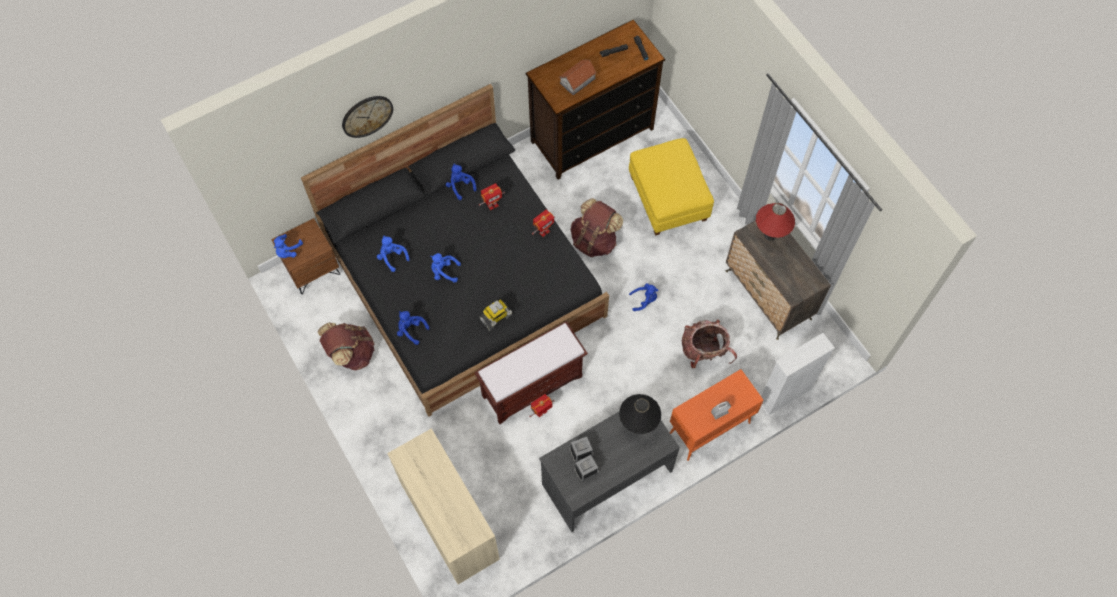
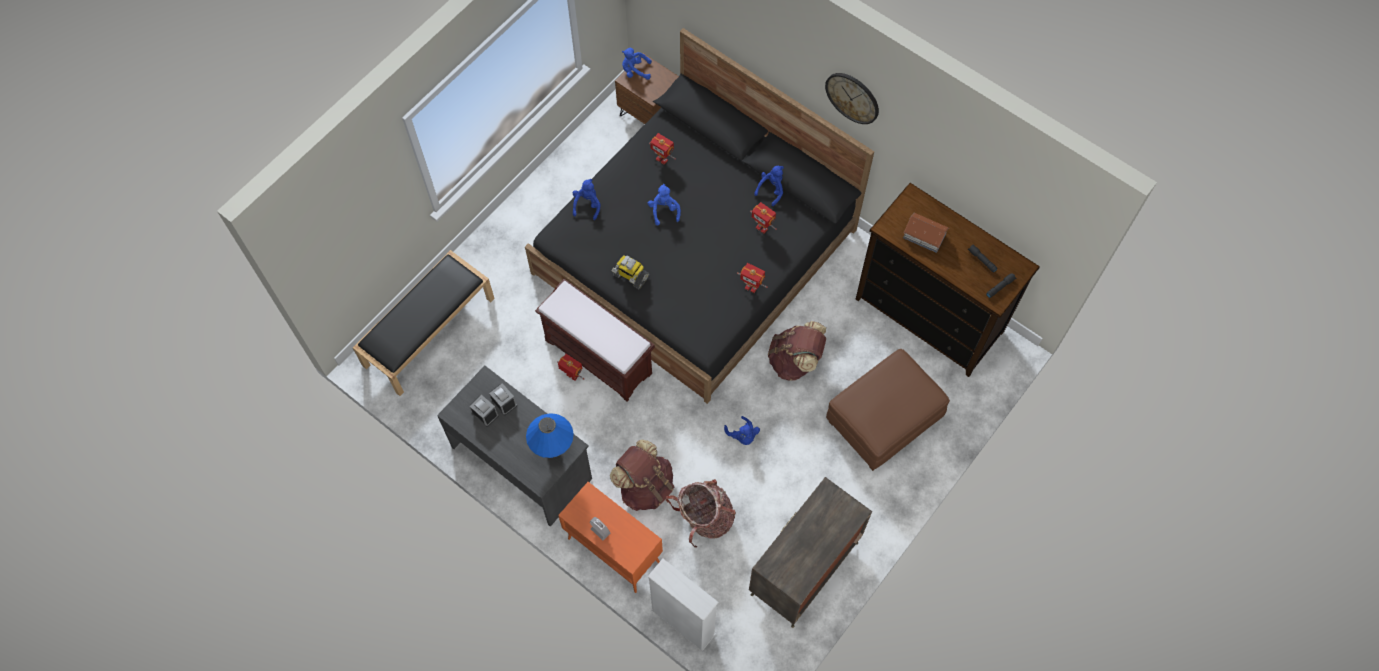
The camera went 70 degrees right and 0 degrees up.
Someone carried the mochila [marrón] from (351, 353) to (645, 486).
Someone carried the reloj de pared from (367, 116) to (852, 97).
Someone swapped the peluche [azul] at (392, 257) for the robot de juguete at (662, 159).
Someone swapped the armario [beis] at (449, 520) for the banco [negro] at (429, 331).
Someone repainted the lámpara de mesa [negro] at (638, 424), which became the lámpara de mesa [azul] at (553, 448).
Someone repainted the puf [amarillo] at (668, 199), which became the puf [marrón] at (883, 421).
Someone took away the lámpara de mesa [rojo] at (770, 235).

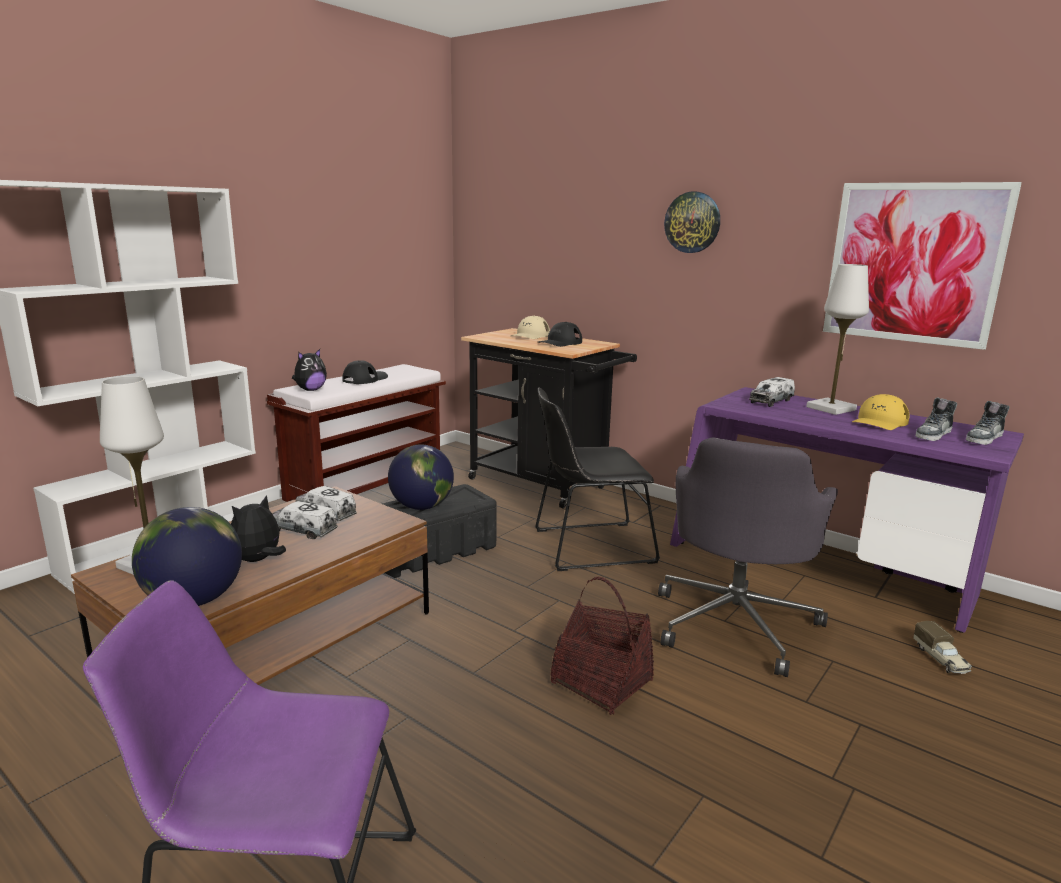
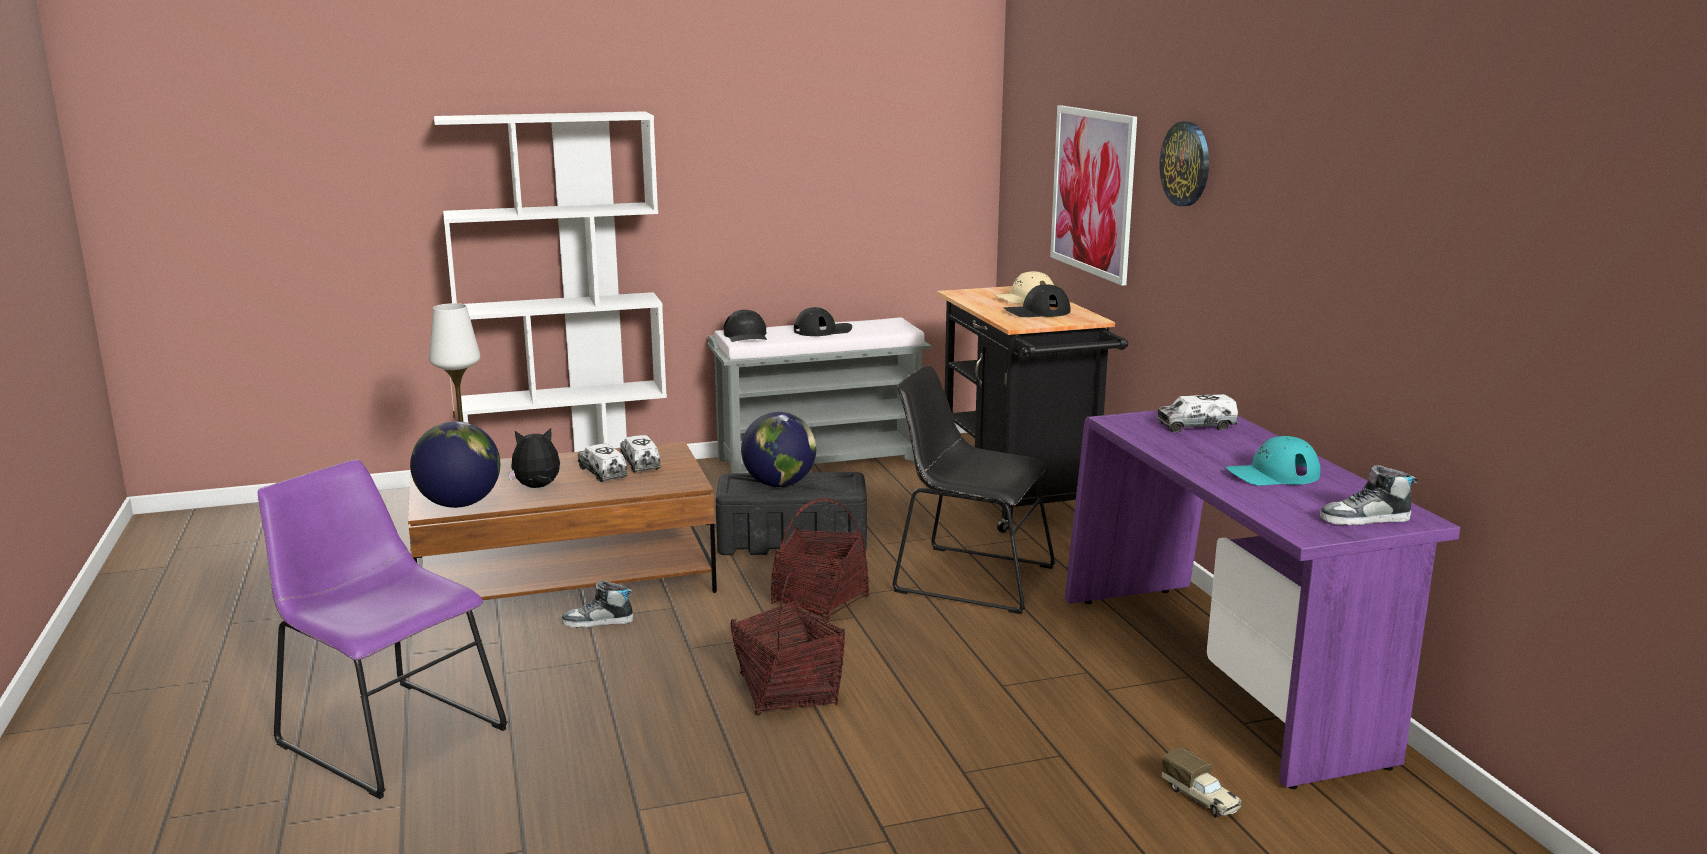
The camera went 35 degrees right and 0 degrees up.
Someone repainted the banco [marrón] at (367, 484), which became the banco [gris] at (820, 460).
Someone swapped the peluche at (310, 390) for the gorra [negro] at (746, 336).
Someone took away the silla de oficina [gris] at (735, 623).
Someone took away the lámpara de mesa [blanco] at (831, 408).
Someone carried the cuadro from (913, 263) to (1092, 192).
Someone repainted the gorra [amarillo] at (879, 422), which became the gorra [turquesa] at (1272, 474).
Someone rotated the camión de juguete at (941, 659) by 60 degrees counterclockwise.
Someone carried the zapato from (933, 435) to (598, 622).
Someone put down the cesta at (820, 600).

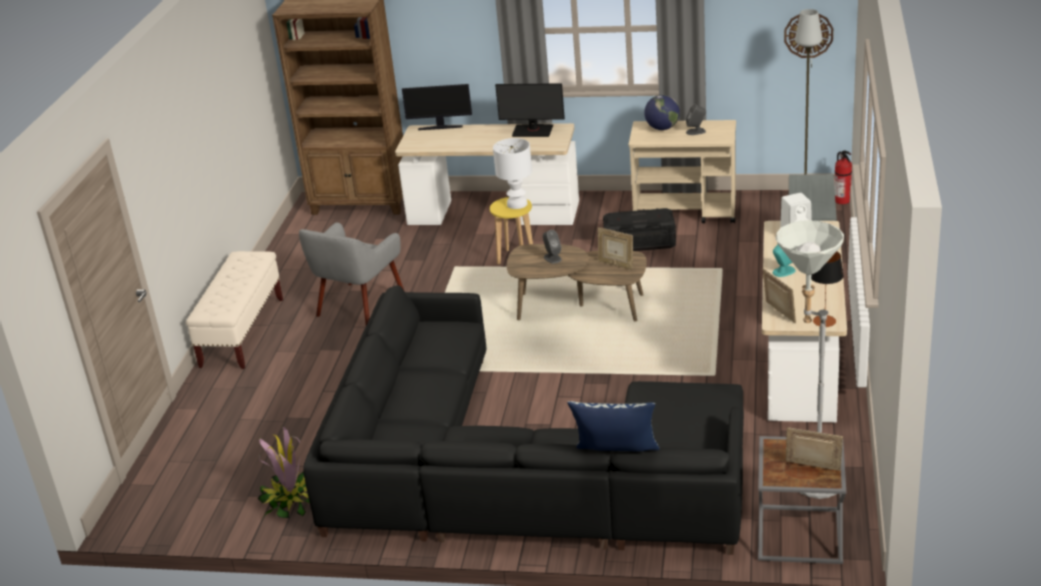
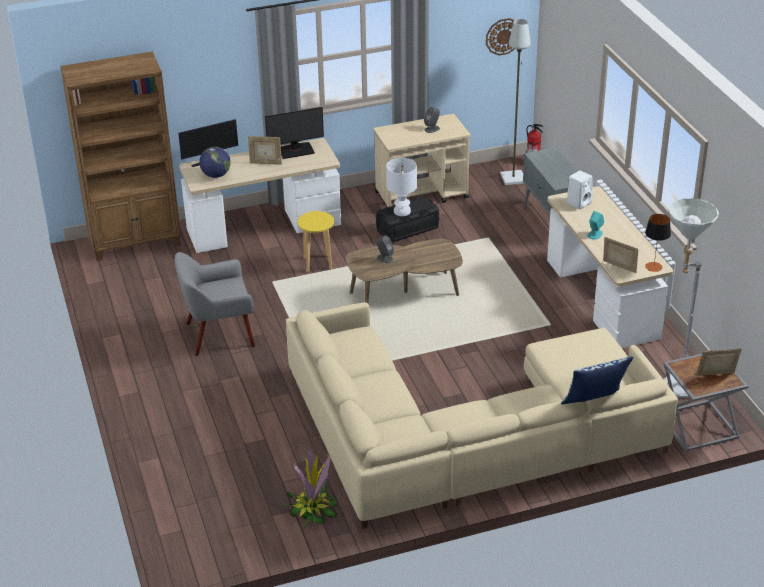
The camera went 30 degrees left and 5 degrees up.
Someone took away the banco [beis] at (242, 333).
Someone rotated the sillón [gris] at (359, 305) by 75 degrees clockwise.
Someone repainted the sofá [negro] at (514, 470), which became the sofá [beis] at (465, 436).
Someone carried the lámpara de mesa [blanco] from (516, 204) to (401, 211).
Someone carried the portarretratos from (616, 264) to (265, 163).
Someone carried the globo terráqueo from (662, 128) to (216, 175).

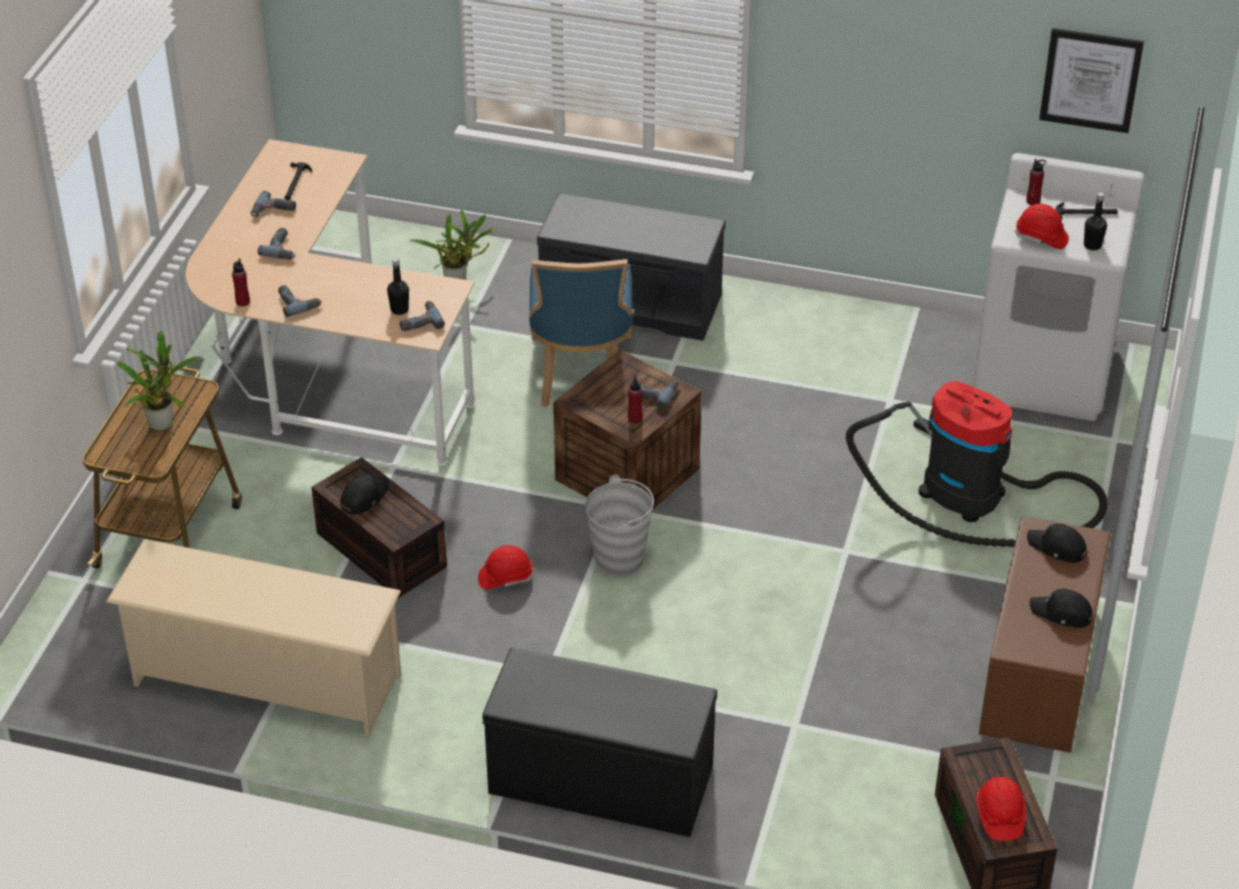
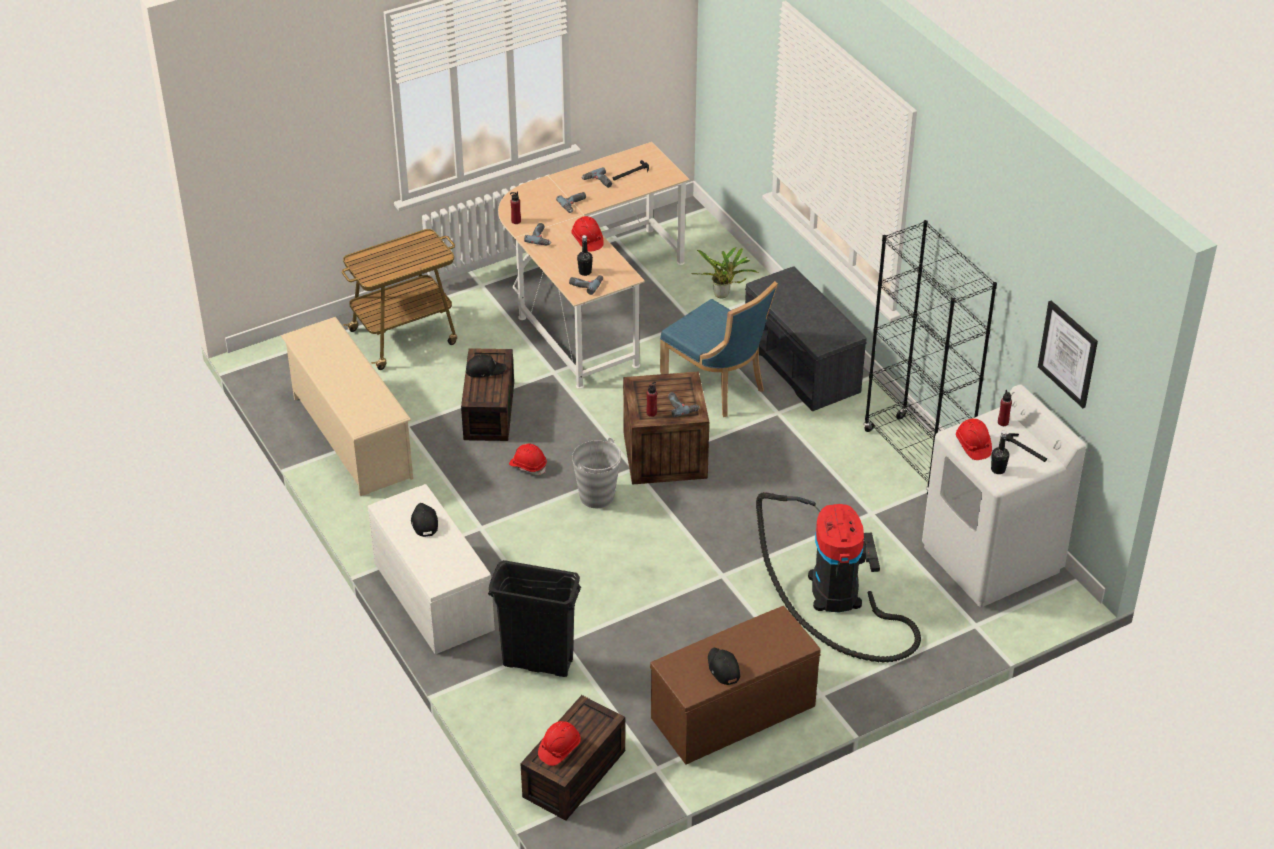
The camera went 45 degrees right and 0 degrees up.
Someone took away the planta en maceta at (162, 422).
Someone repainted the banco [negro] at (598, 781), which became the banco [blanco] at (431, 595).
Someone rotated the silla [azul] at (581, 374) by 90 degrees counterclockwise.
Someone carried the gorra [negro] from (1057, 548) to (424, 522).
Someone put down the papelera [negro] at (537, 663).
Someone put down the casco [rojo] at (587, 240).
Someone put down the estantería [negro] at (916, 456).

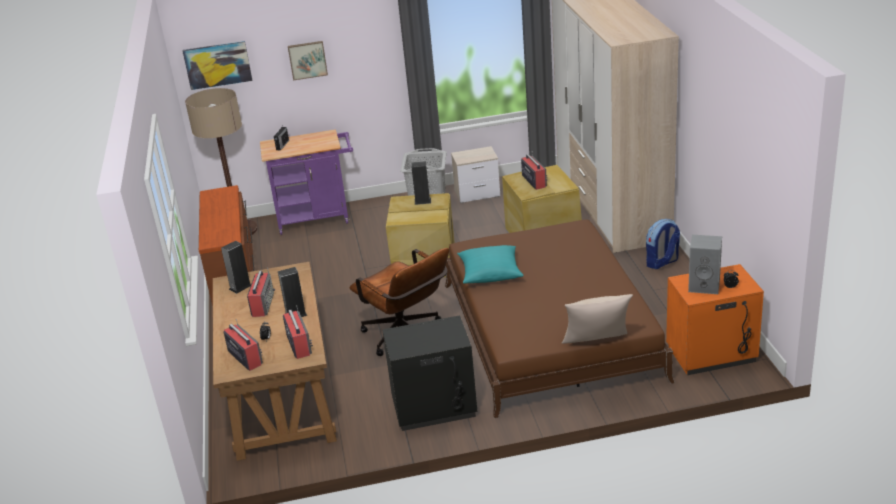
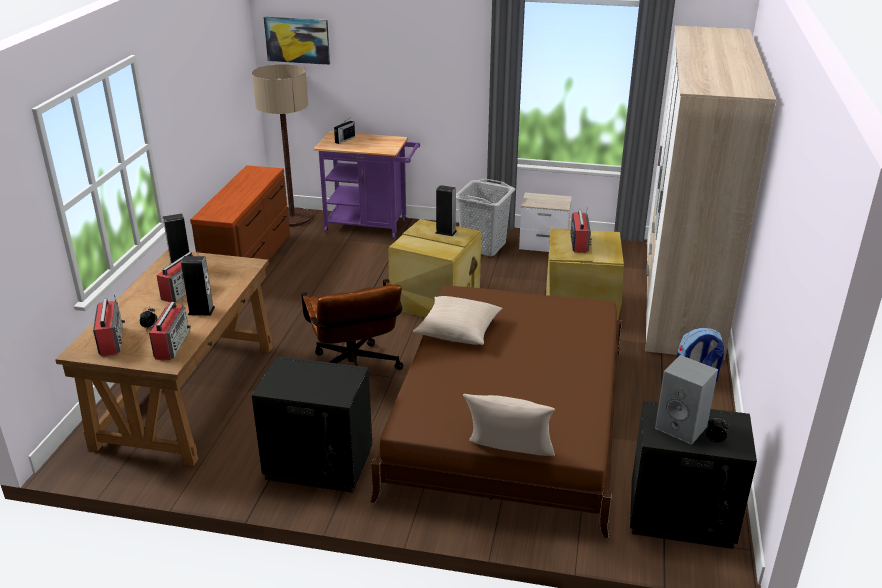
The camera went 20 degrees right and 0 degrees up.
Someone took away the cuadro at (307, 60).
Someone repainted the cojín [turquesa] at (490, 273), which became the cojín [beis] at (458, 331).
Someone repainted the mesita de noche [naranja] at (711, 354), which became the mesita de noche [negro] at (681, 517).

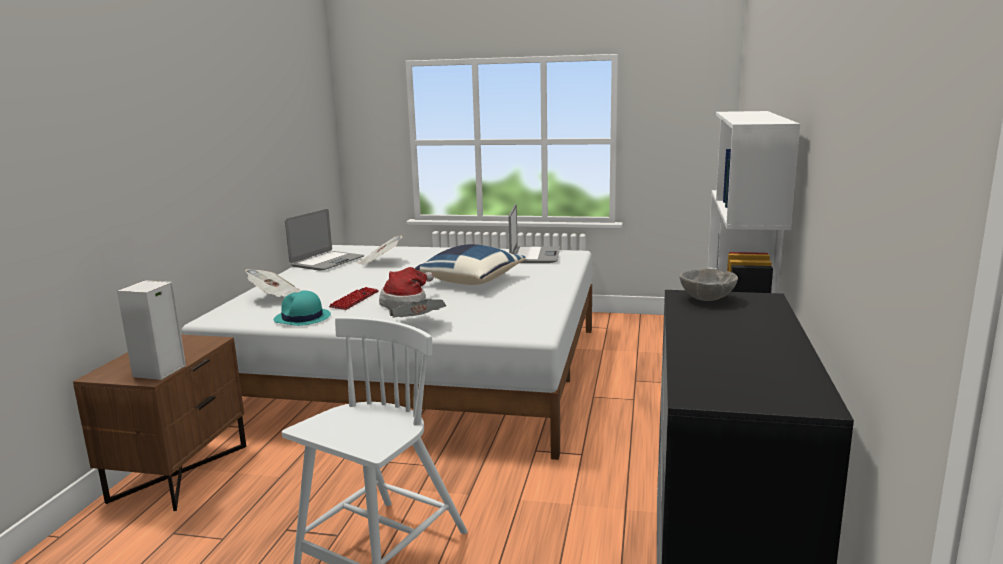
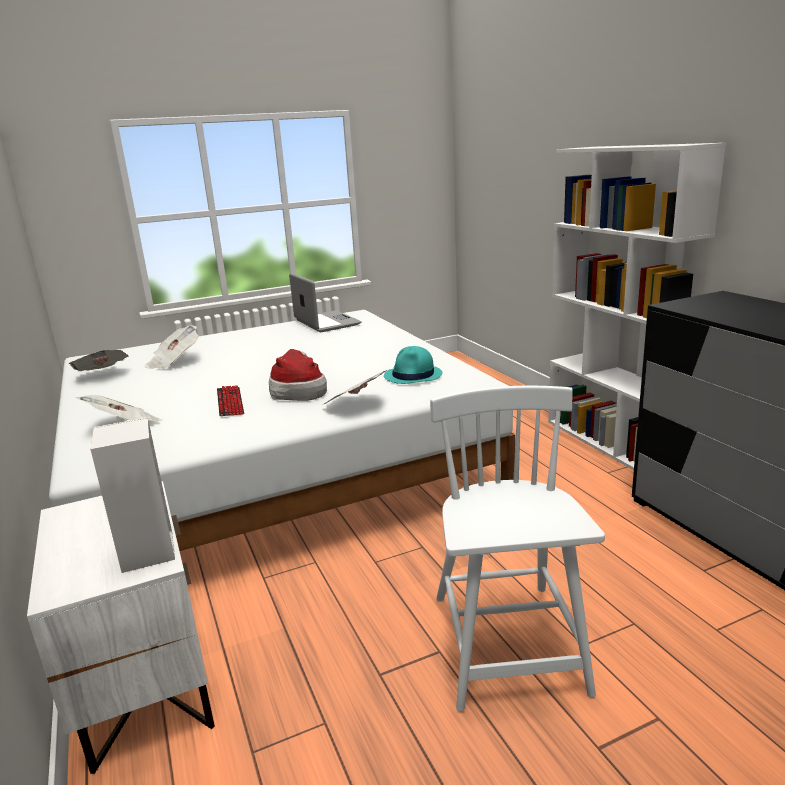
The camera went 35 degrees left and 5 degrees up.
Someone repainted the mesita de noche [marrón] at (179, 472), which became the mesita de noche [blanco] at (144, 684).
Someone carried the sombrero [turquesa] from (302, 318) to (413, 375).
Someone swapped the portátil at (327, 262) for the periódico at (103, 375).
Someone took away the cojín [azul] at (471, 281).
Someone took away the cuenco [gris] at (707, 299).

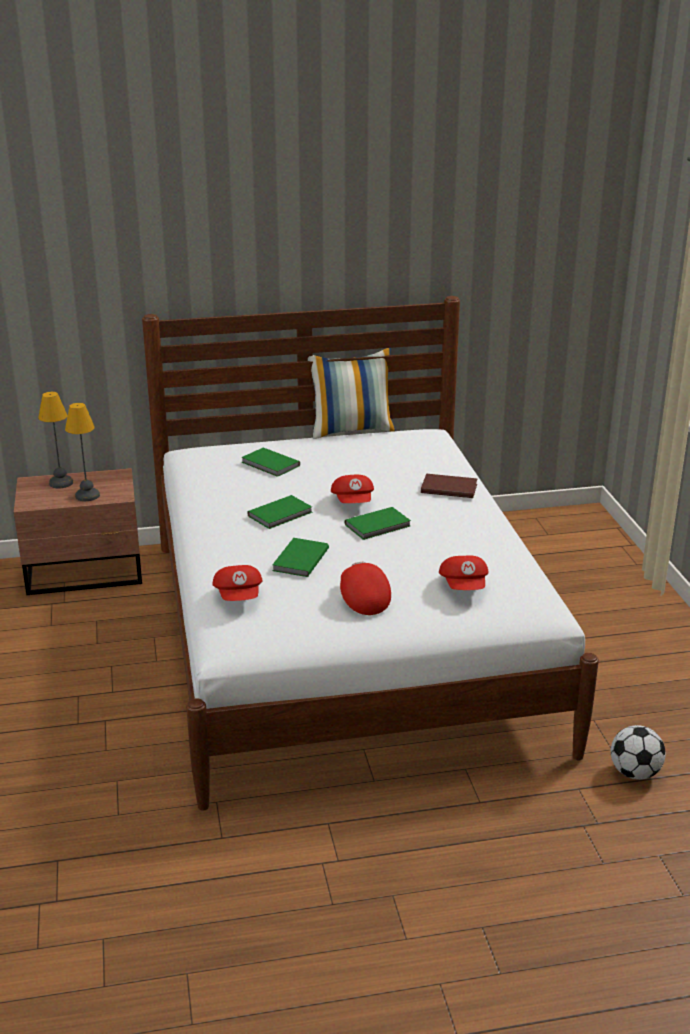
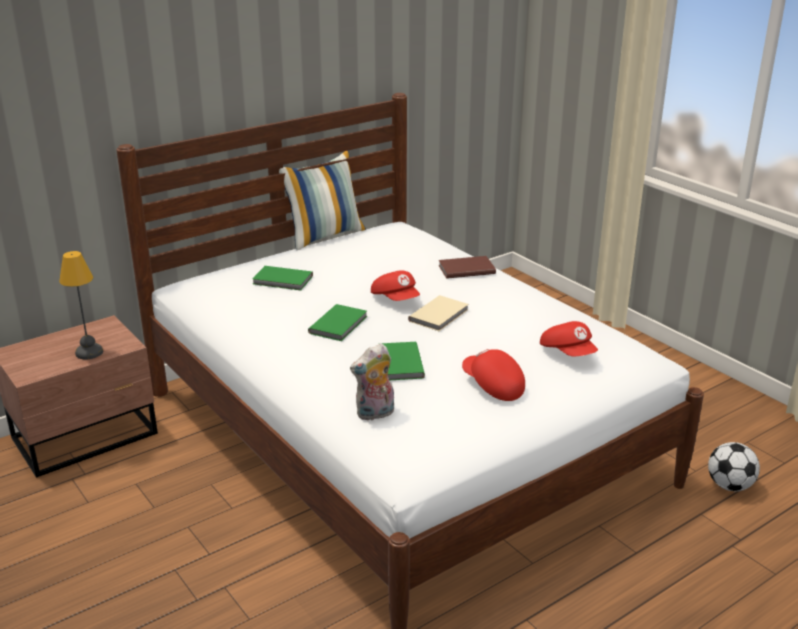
The camera went 25 degrees left and 0 degrees up.
Someone took away the lámpara de mesa at (62, 483).
Someone swapped the gorra [rojo] at (239, 596) for the peluche at (375, 414).
Someone repainted the libro [verde] at (379, 526), which became the libro [beis] at (440, 315).

